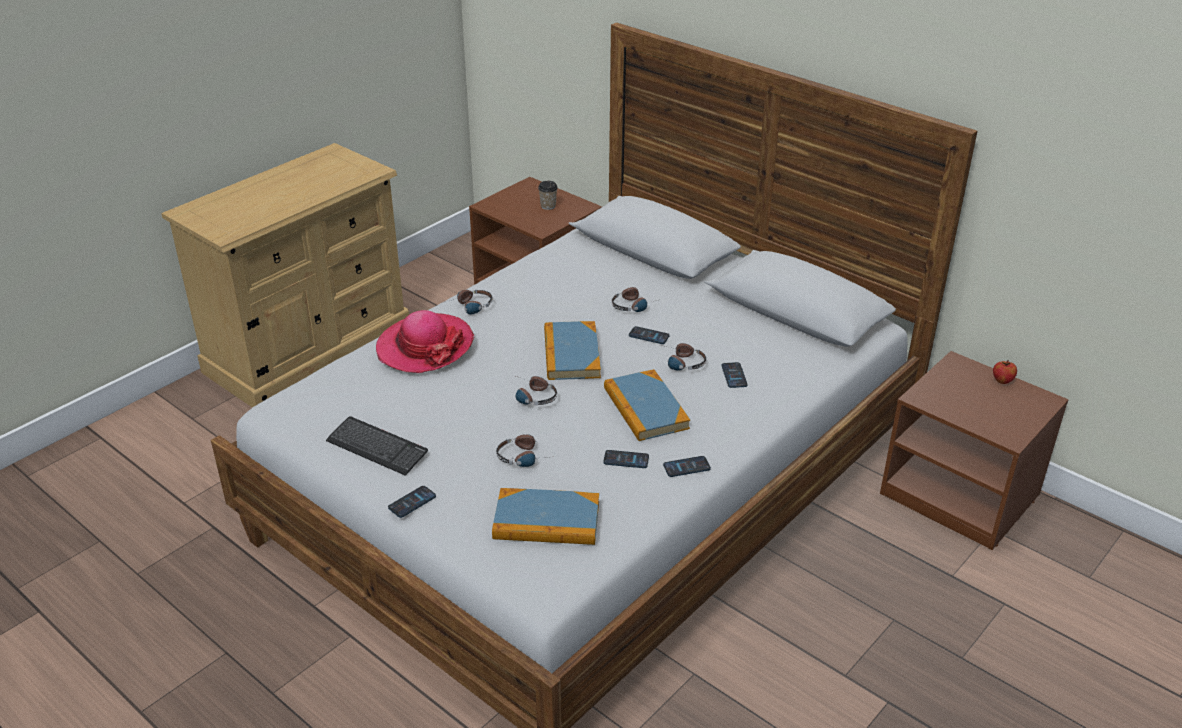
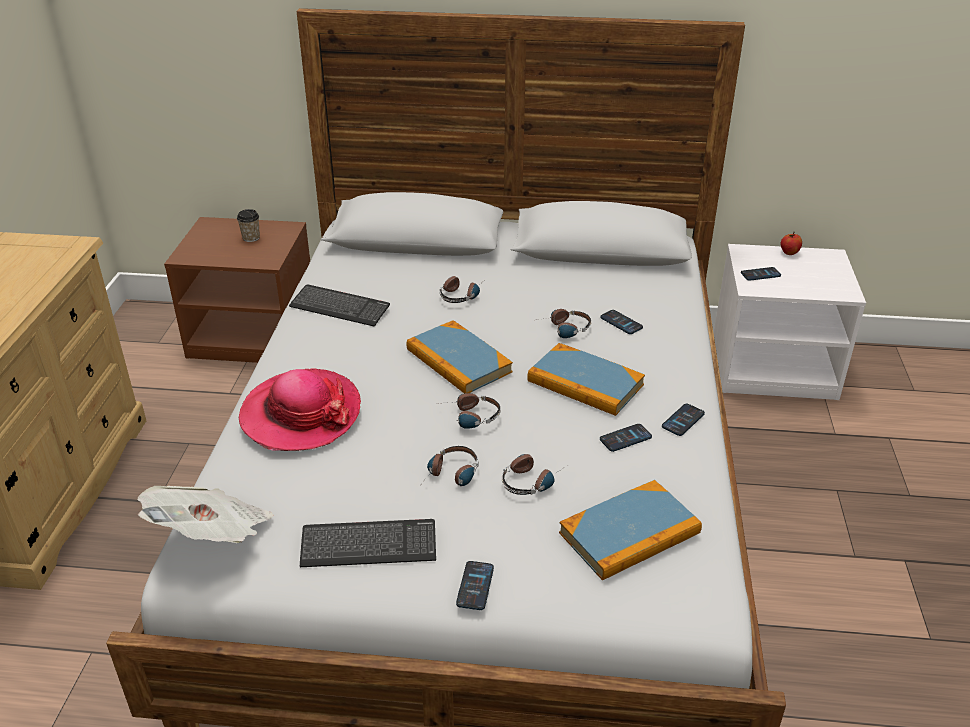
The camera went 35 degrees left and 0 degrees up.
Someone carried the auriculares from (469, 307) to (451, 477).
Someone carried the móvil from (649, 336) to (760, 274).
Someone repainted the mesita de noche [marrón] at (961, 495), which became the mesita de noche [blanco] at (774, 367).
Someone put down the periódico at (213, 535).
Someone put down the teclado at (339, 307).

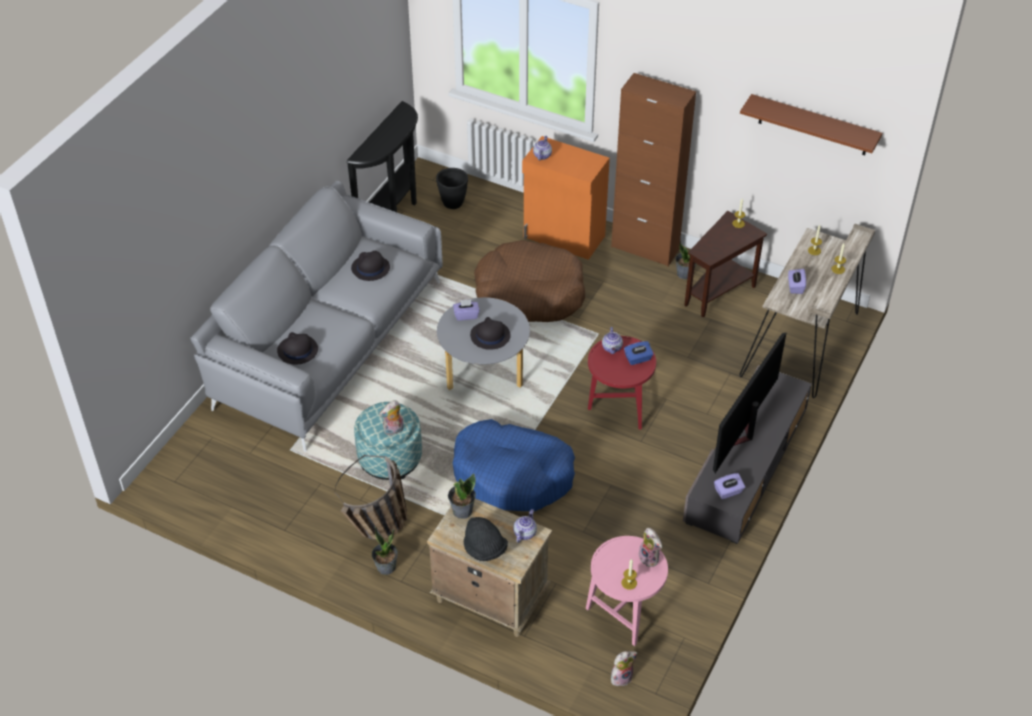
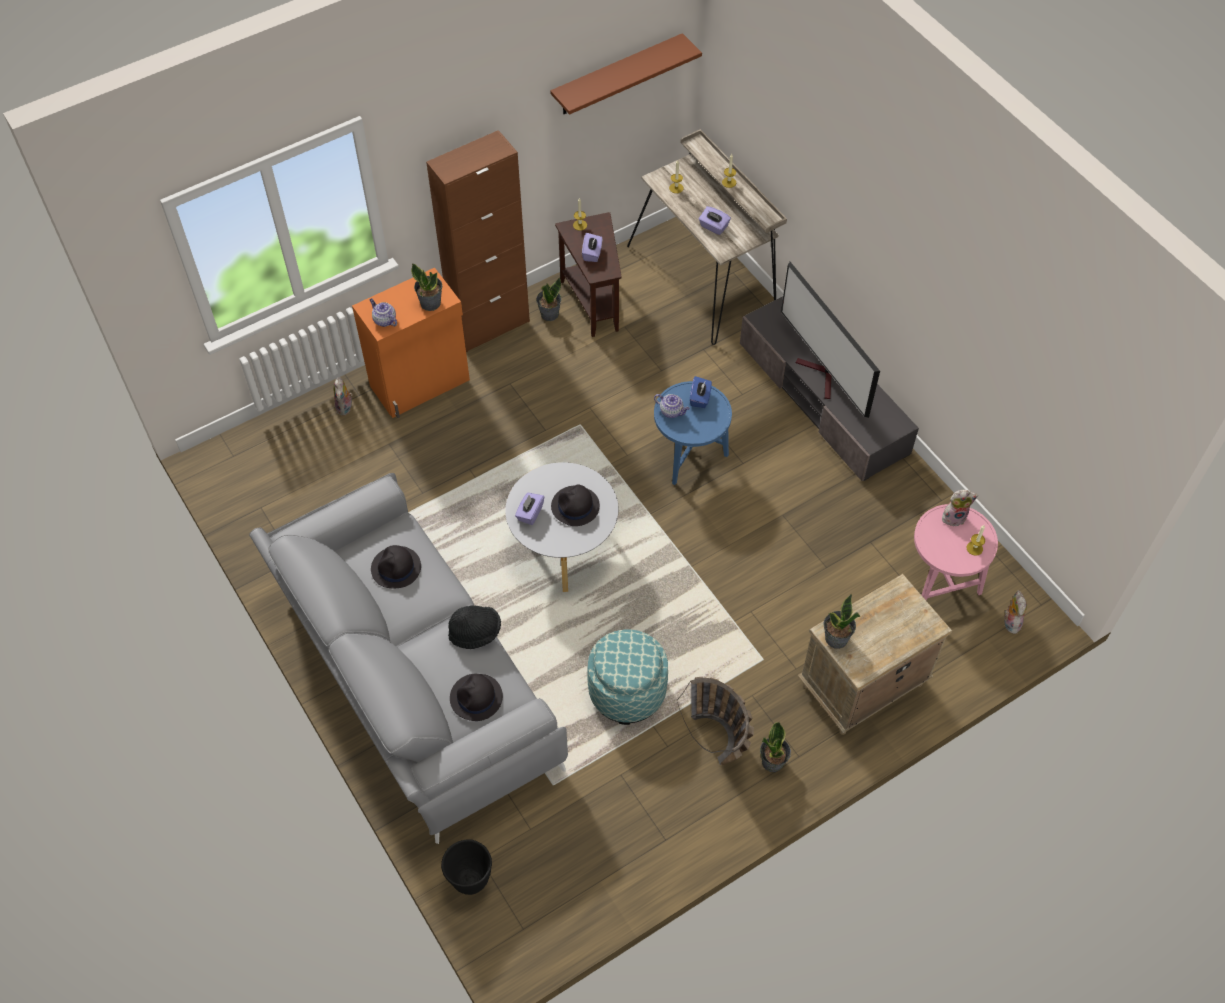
The camera went 60 degrees left and 10 degrees up.
Someone took away the mesa consola [negro] at (393, 210).
Someone carried the peluche from (393, 430) to (345, 408).
Someone carried the maceta [negro] from (453, 203) to (470, 880).
Someone took away the cama para perro [azul] at (512, 475).
Someone carried the sombrero [negro] from (485, 549) to (475, 632).
Someone took away the cama para perro [marrón] at (530, 293).
Someone took away the tetera at (525, 533).
Someone repainted the mesa auxiliar [rojo] at (618, 408), which became the mesa auxiliar [azul] at (689, 459).
Someone carried the caja de pañuelos [morado] from (728, 492) to (592, 253).
Someone put down the planta en maceta at (430, 303).

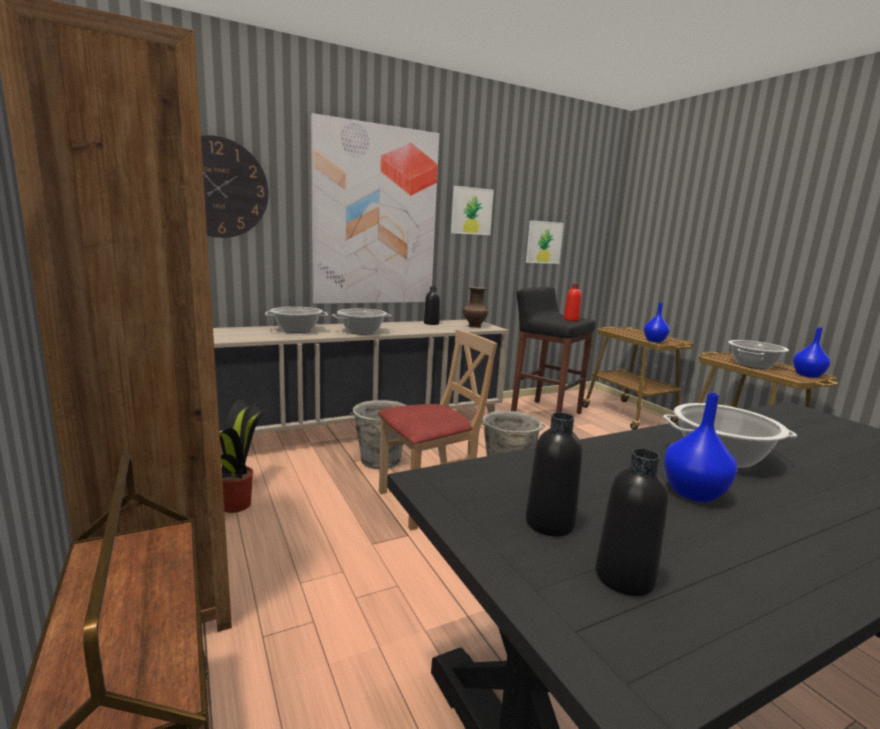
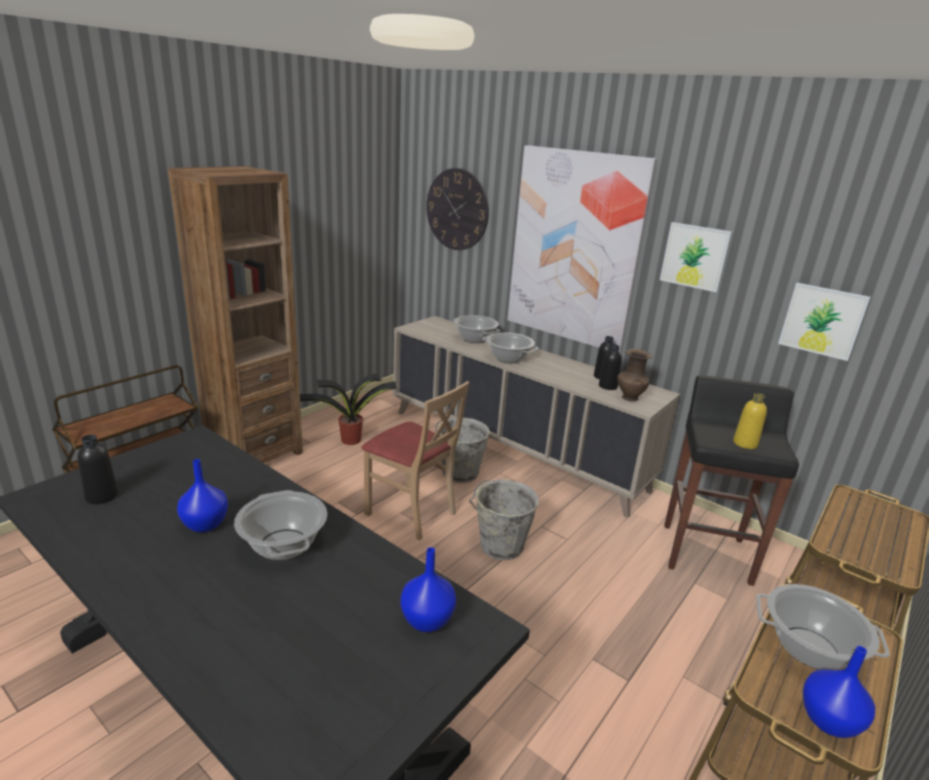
The camera went 65 degrees right and 10 degrees up.
Someone carried the botella [negro] from (549, 523) to (608, 386).
Someone repainted the botella [rojo] at (571, 320), which became the botella [amarillo] at (745, 443).
Someone carried the florero [azul] from (654, 341) to (426, 620).

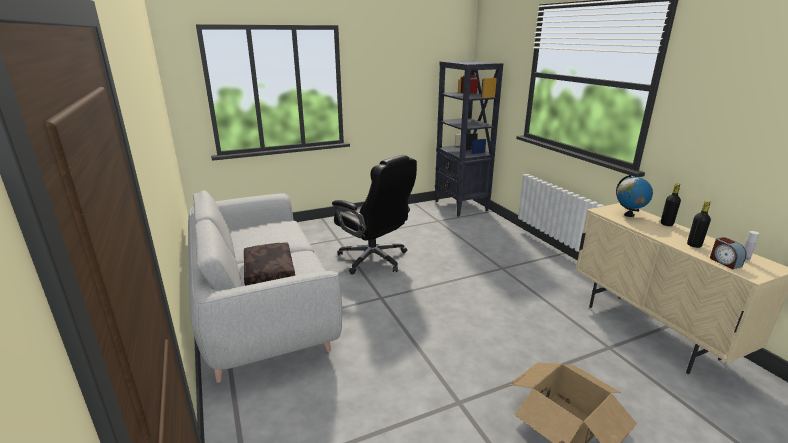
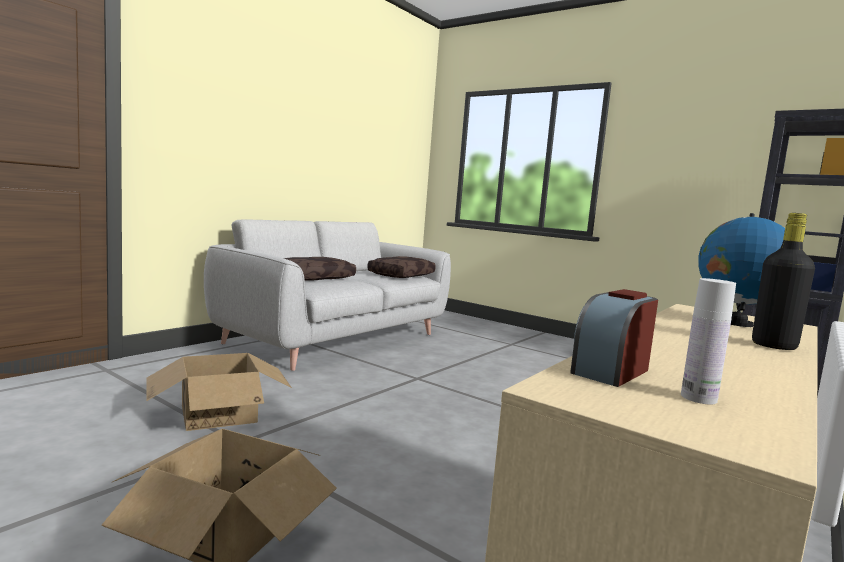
The camera went 60 degrees right and 15 degrees down.
Someone took away the silla de oficina [negro] at (374, 259).
Someone took away the botella [negro] at (694, 245).
Someone put down the caja de cartón at (218, 414).
Someone put down the cojín [marrón] at (401, 275).

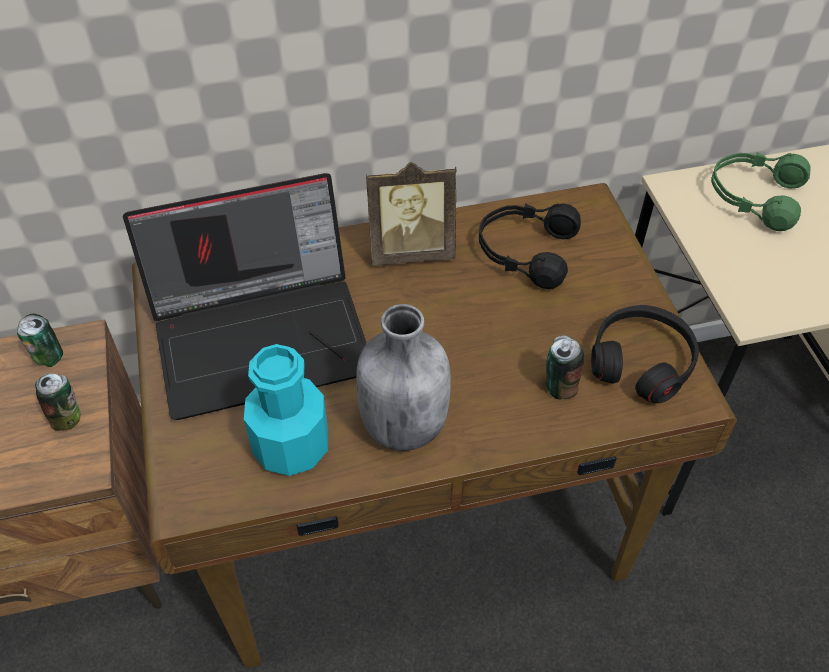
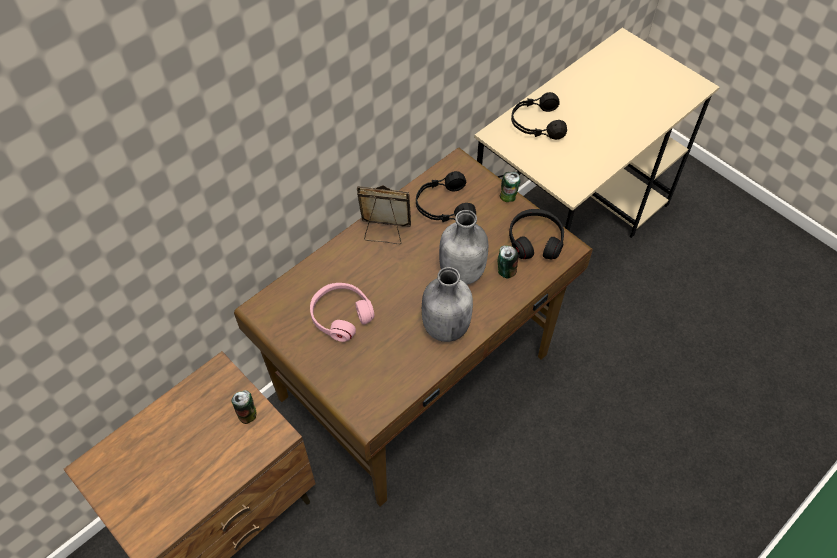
The camera went 30 degrees left and 5 degrees up.
Someone carried the lata from (48, 358) to (508, 197).
Someone swapped the portátil at (264, 335) for the auriculares [rosa] at (341, 315).
Someone took away the botella [turquesa] at (291, 446).
Someone rotated the portarretratos at (411, 251) by 135 degrees counterclockwise.
Someone repainted the auriculares [verde] at (753, 197), which became the auriculares [negro] at (536, 124).
Someone put down the botella [gris] at (462, 271).

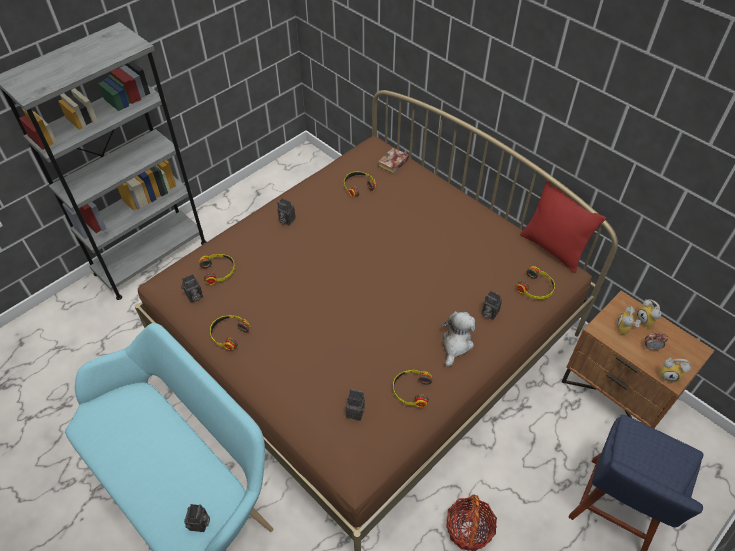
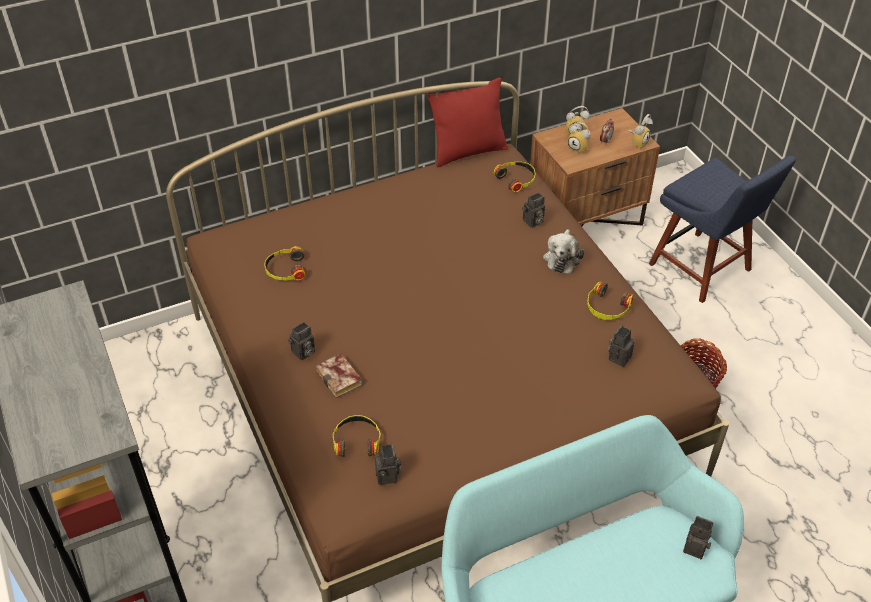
The camera went 70 degrees left and 5 degrees down.
Someone took away the auriculares at (229, 334).
Someone carried the libro from (393, 164) to (341, 379).
Someone rotated the peluche at (456, 344) by 120 degrees counterclockwise.

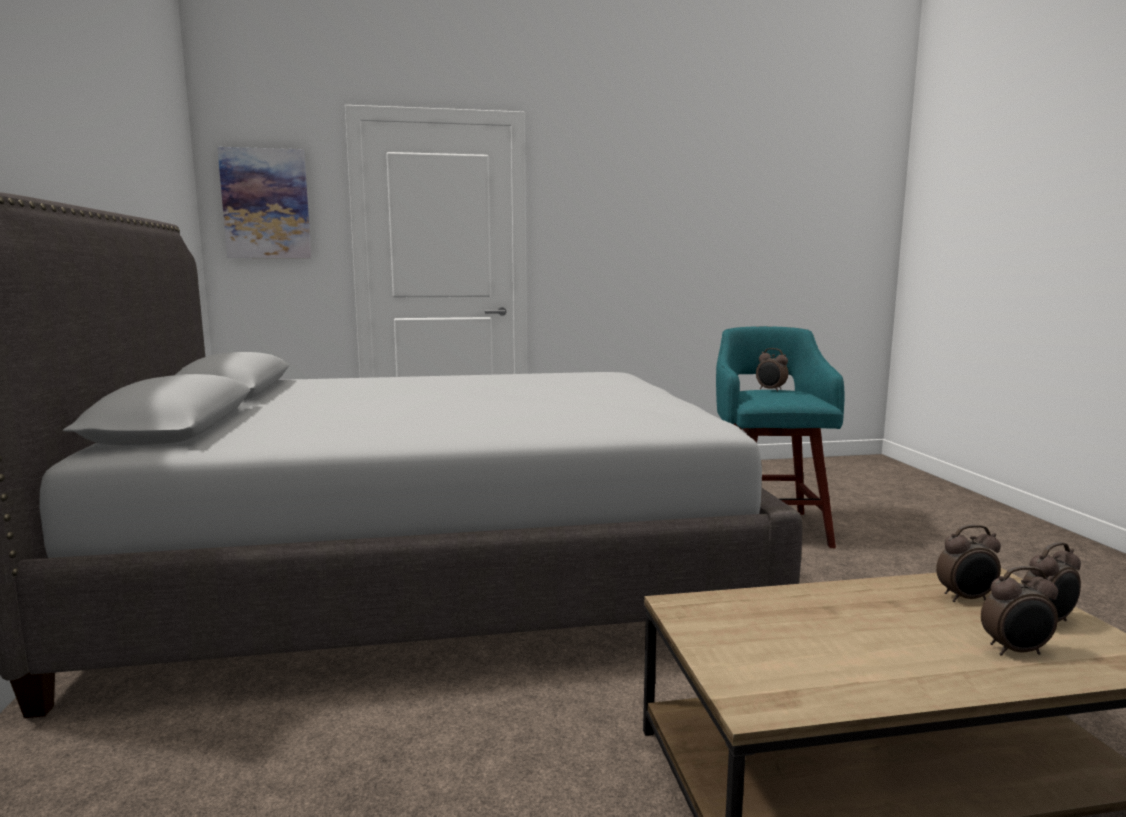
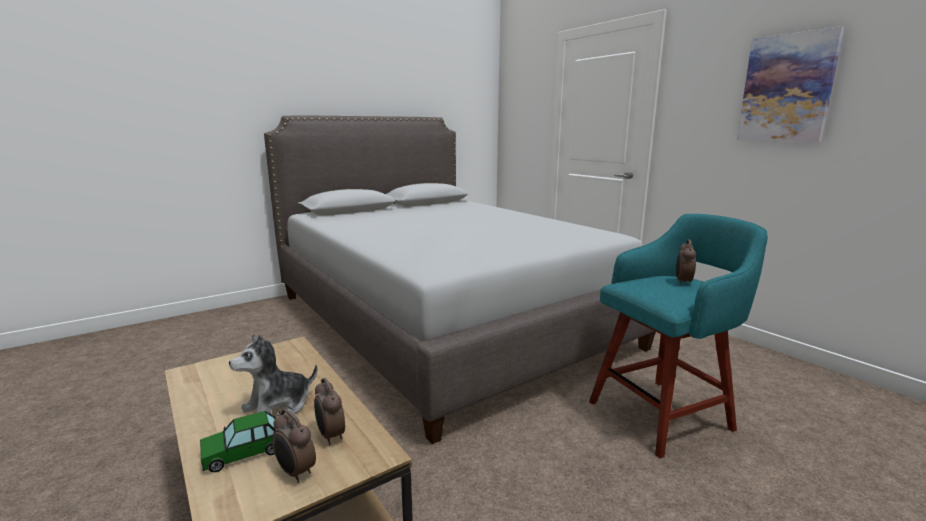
The camera went 65 degrees right and 5 degrees up.
Someone carried the cuadro from (266, 204) to (787, 88).
Someone swapped the despertador at (1016, 651) for the coche de juguete at (243, 452).
Someone put down the peluche at (277, 407).

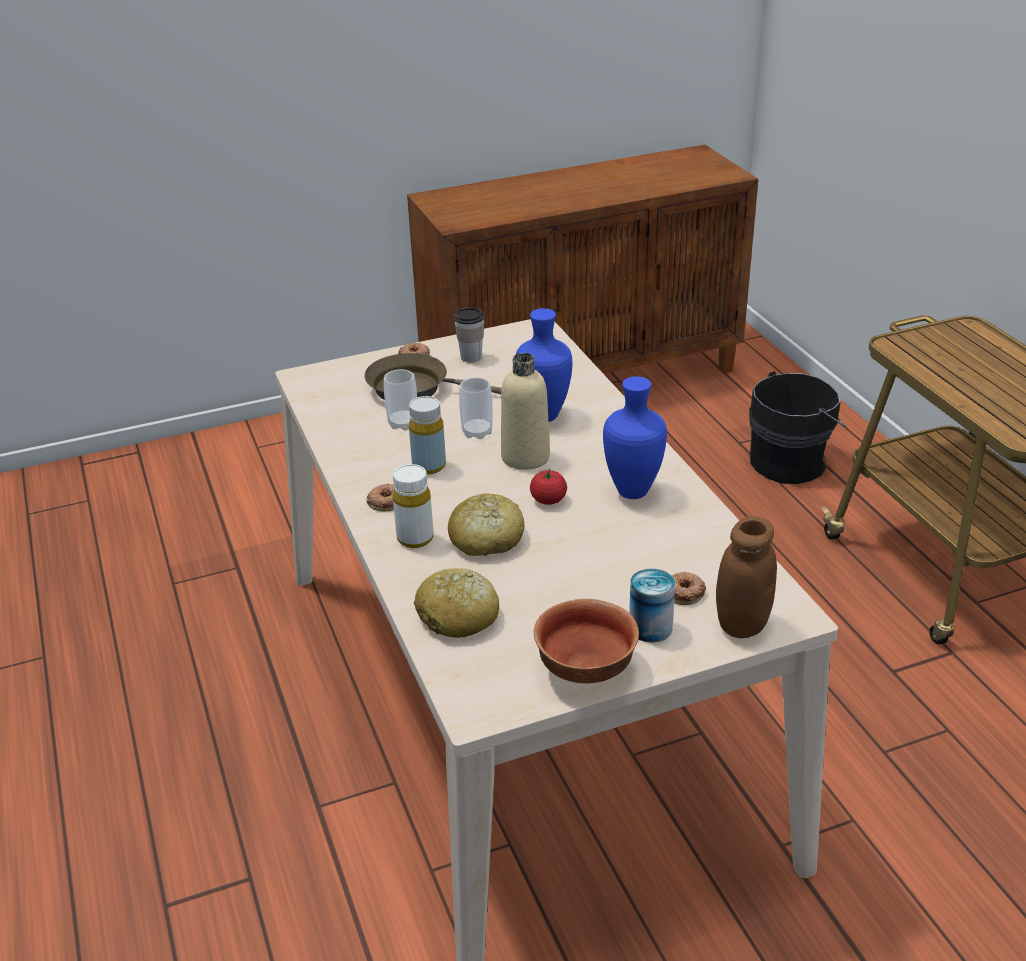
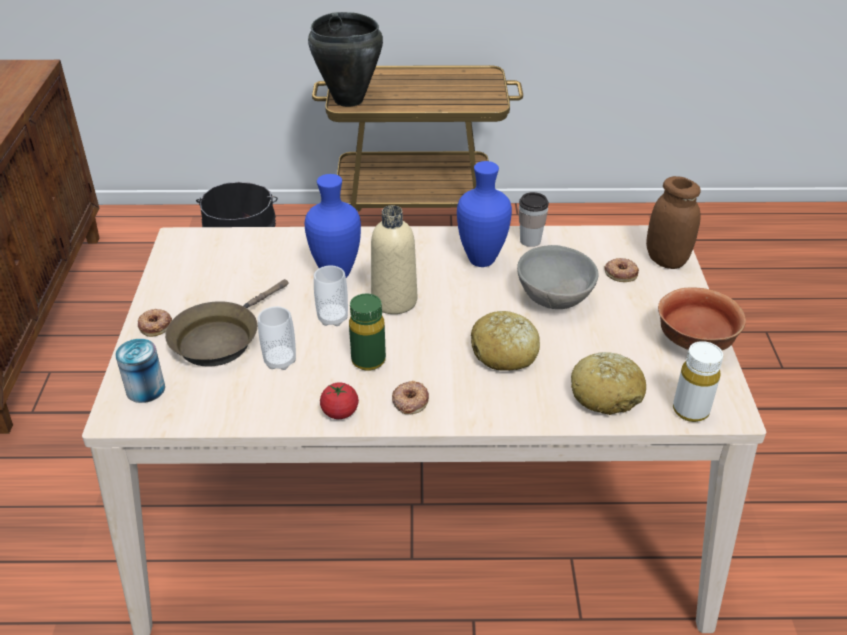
The camera went 70 degrees left and 5 degrees up.
Someone carried the botella [blanco] from (415, 538) to (690, 410).
Someone repainted the botella [amarillo] at (429, 466), which became the botella [verde] at (368, 360).
Someone carried the taza from (471, 357) to (530, 240).
Someone carried the tomate from (548, 500) to (340, 412).
Someone carried the lata from (650, 627) to (145, 389).
Someone put down the olla [negro] at (348, 100).
Someone put down the cuenco [gris] at (555, 298).

